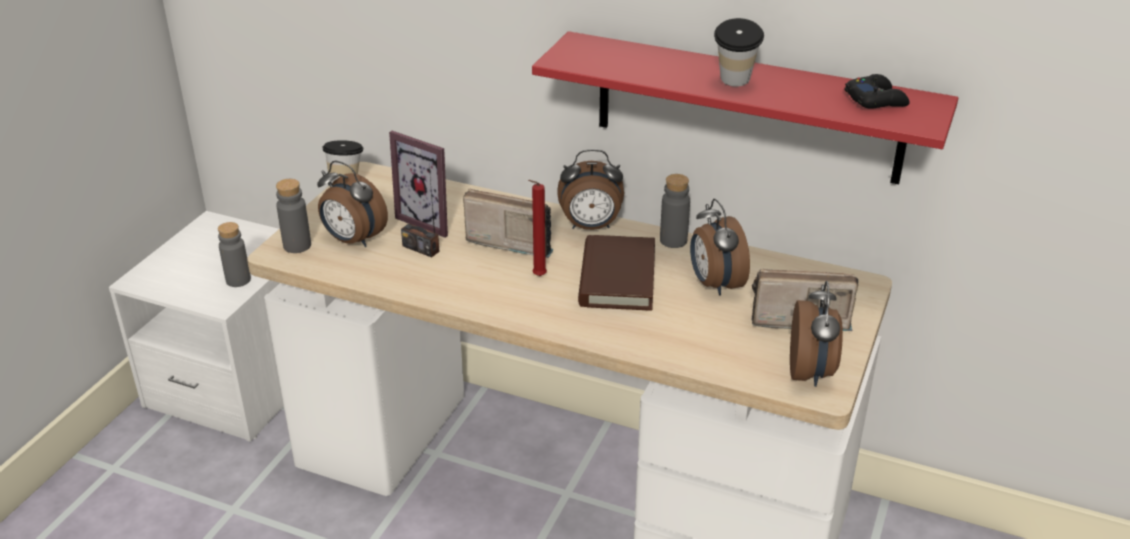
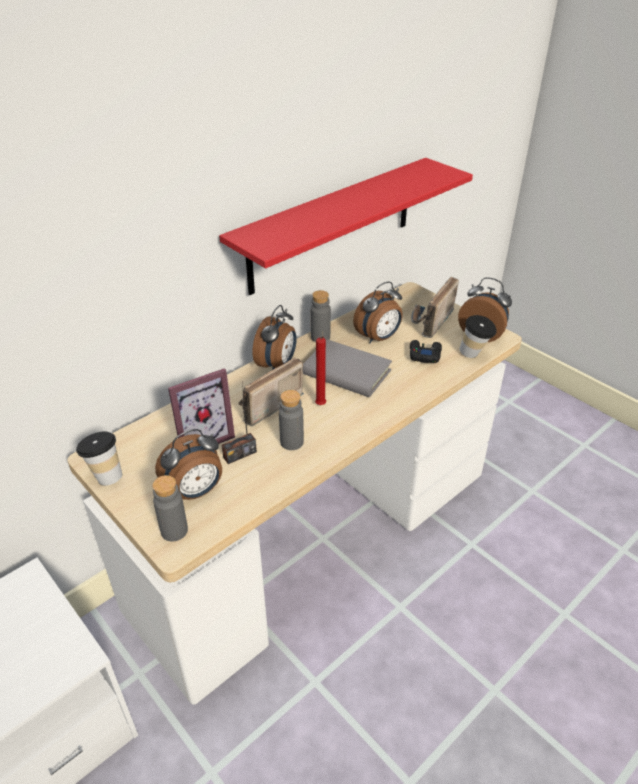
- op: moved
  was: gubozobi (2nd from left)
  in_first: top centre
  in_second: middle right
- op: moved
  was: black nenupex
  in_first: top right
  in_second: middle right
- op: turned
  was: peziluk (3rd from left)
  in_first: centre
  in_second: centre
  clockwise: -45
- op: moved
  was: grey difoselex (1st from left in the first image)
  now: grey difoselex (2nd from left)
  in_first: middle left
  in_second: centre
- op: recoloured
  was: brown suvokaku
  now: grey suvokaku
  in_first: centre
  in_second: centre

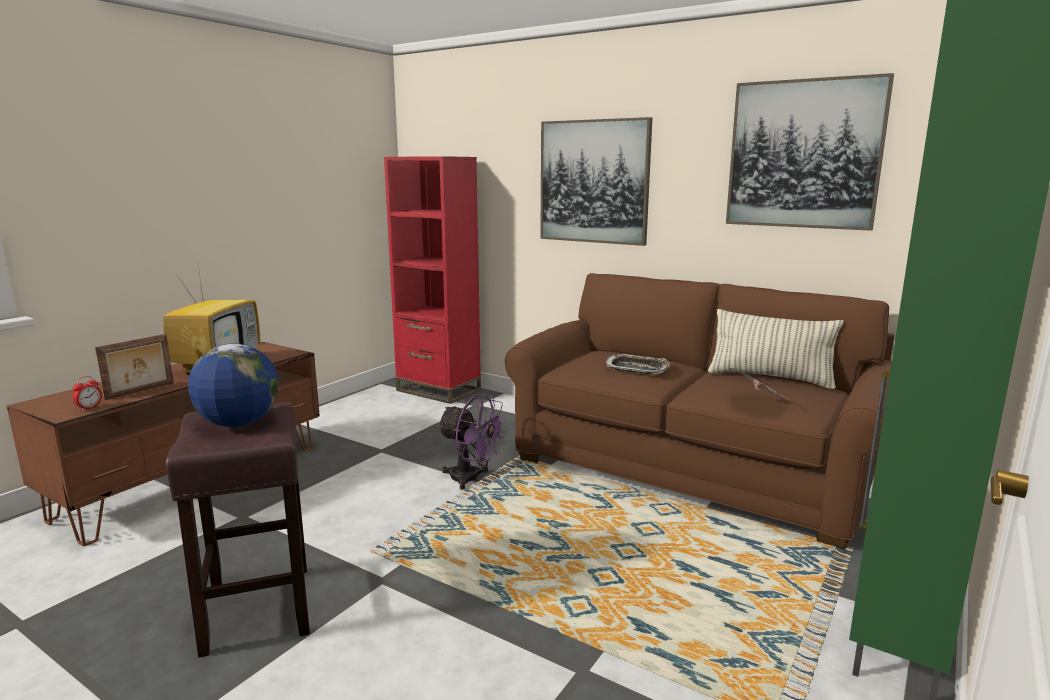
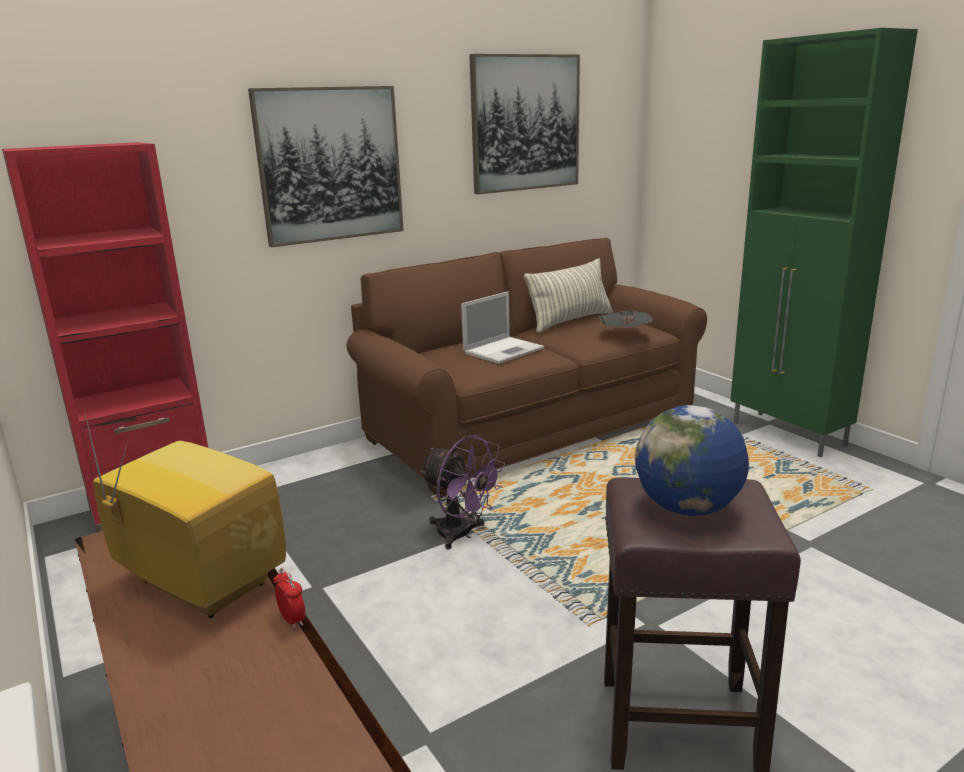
- op: removed
  was: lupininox
  in_first: middle left
- op: replaced
  was: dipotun
  now: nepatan
  in_first: centre
  in_second: centre
- op: moved
  was: peziluk
  in_first: middle left
  in_second: bottom left
- op: turned
  was: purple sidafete
  in_first: centre
  in_second: centre
  clockwise: 75

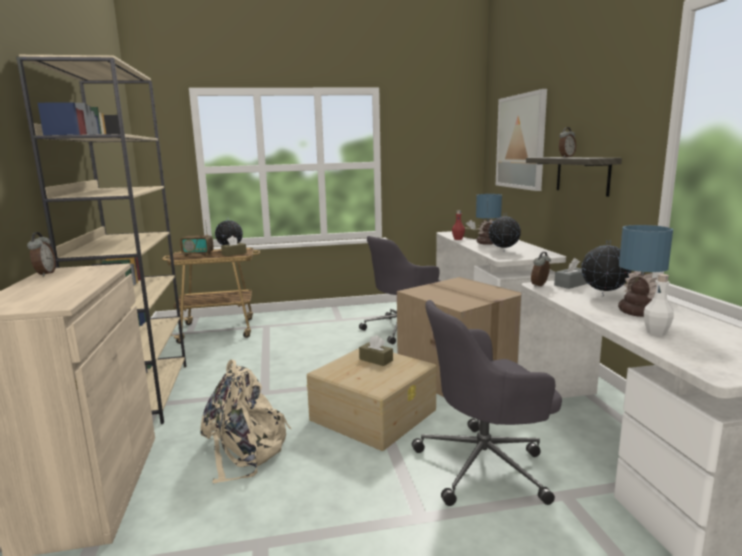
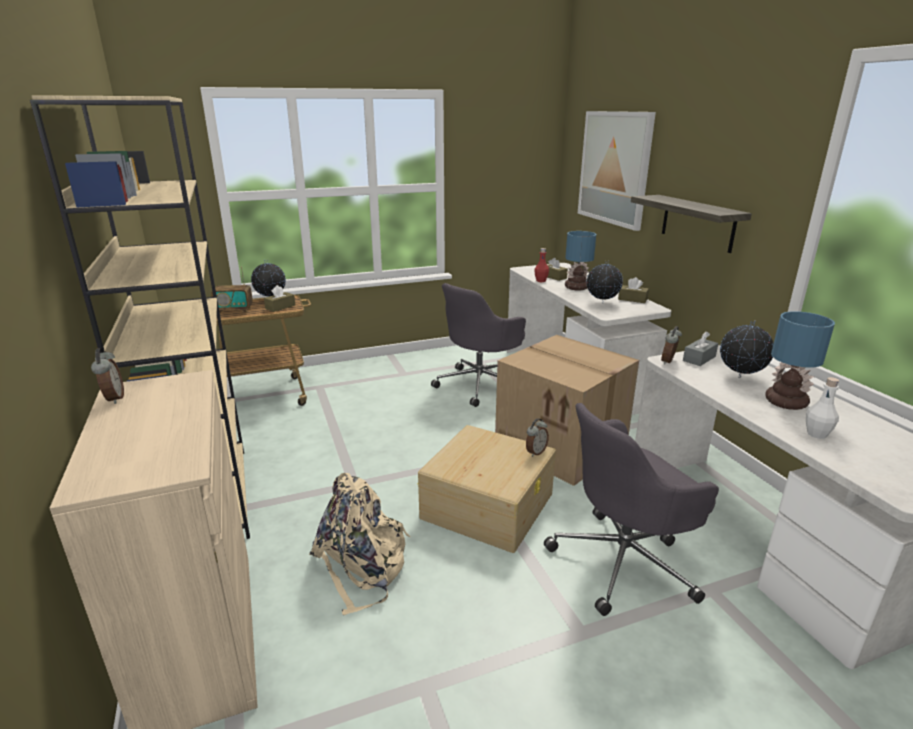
- op: moved
  was: peziluk (3rd from left in the first image)
  now: peziluk (2nd from left)
  in_first: top right
  in_second: centre
- op: moved
  was: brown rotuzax (2nd from left in the first image)
  now: brown rotuzax (3rd from left)
  in_first: centre
  in_second: middle right

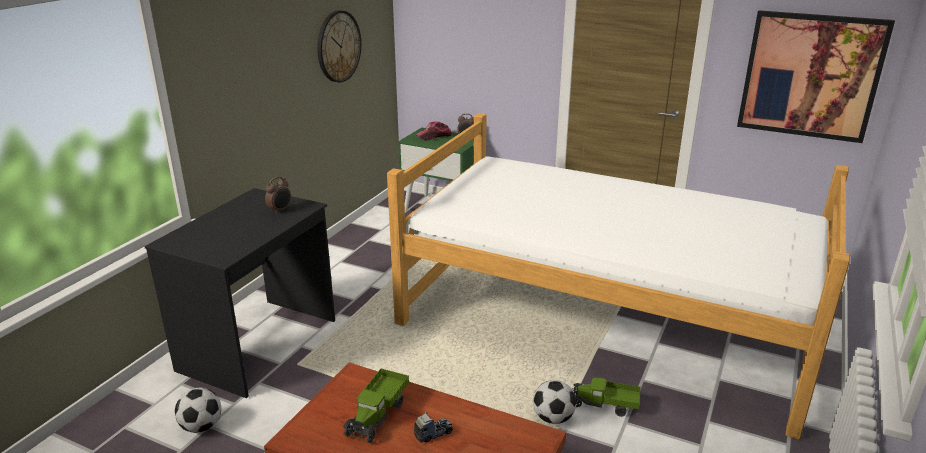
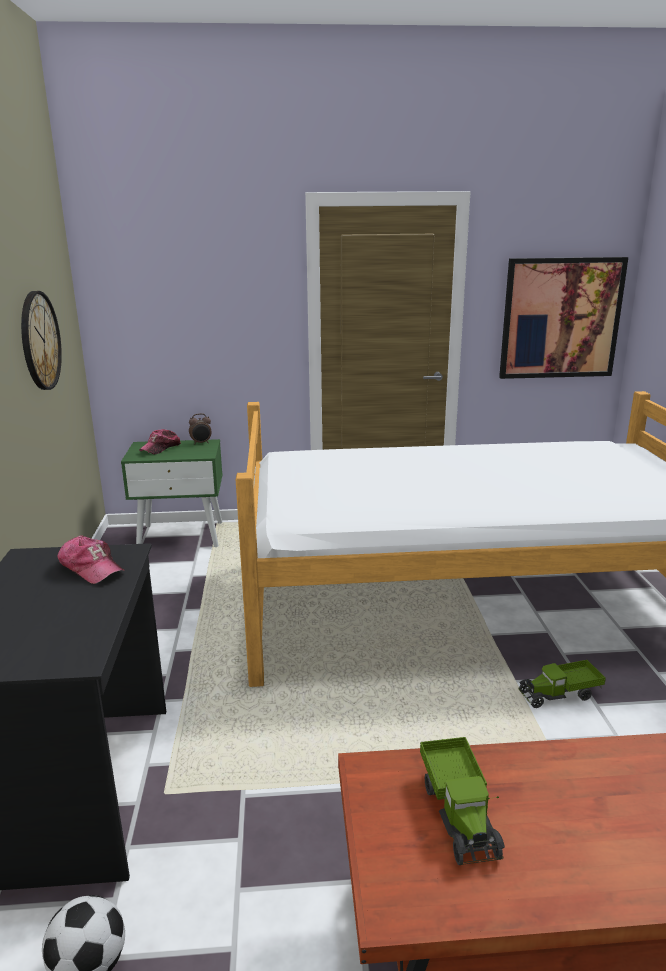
- op: replaced
  was: peziluk (1st from left)
  now: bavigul (1st from left)
  in_first: middle left
  in_second: middle left
- op: removed
  was: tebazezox (2nd from left)
  in_first: bottom centre
- op: removed
  was: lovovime (2nd from left)
  in_first: bottom centre

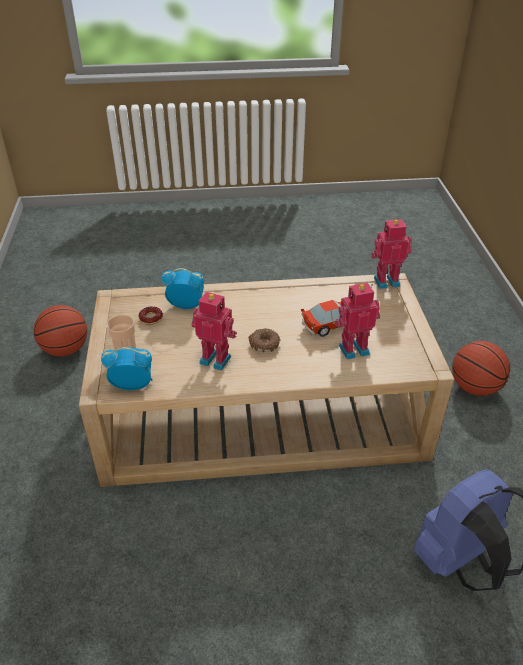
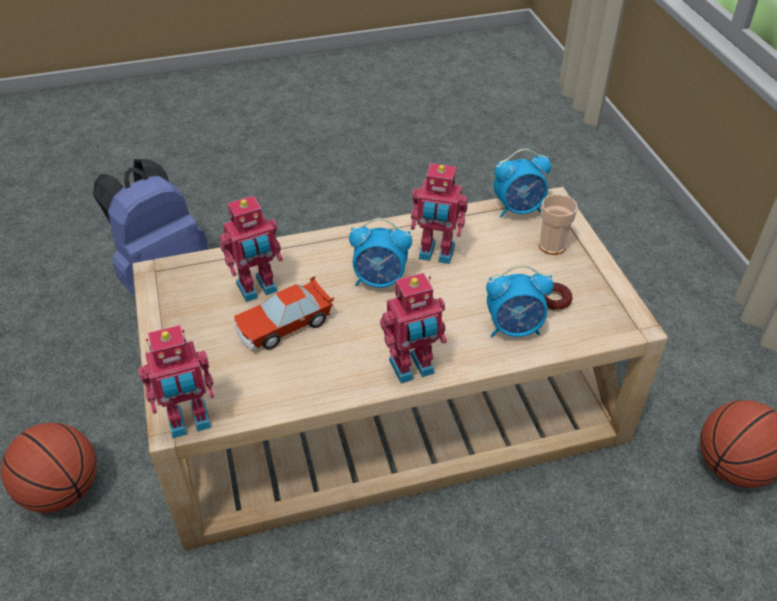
- op: replaced
  was: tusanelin (2nd from left)
  now: peziluk (1st from left)
  in_first: centre
  in_second: centre
- op: added
  now: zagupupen (3rd from left)
  in_second: centre

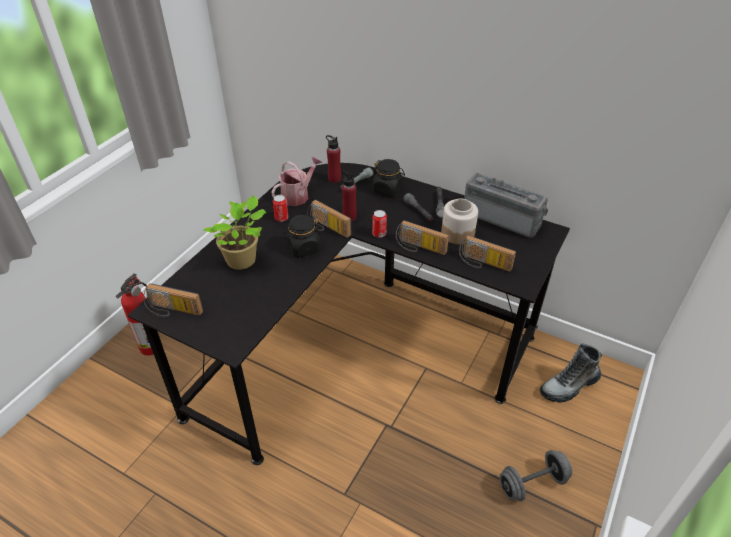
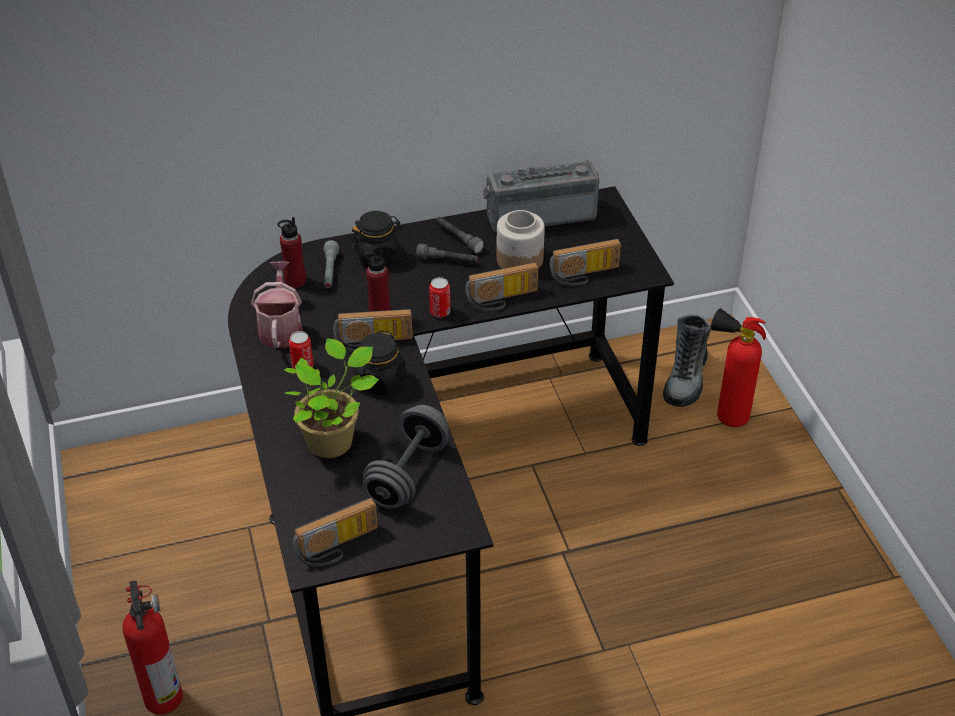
- op: moved
  was: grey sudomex
  in_first: bottom right
  in_second: centre
- op: added
  now: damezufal (2nd from left)
  in_second: middle right

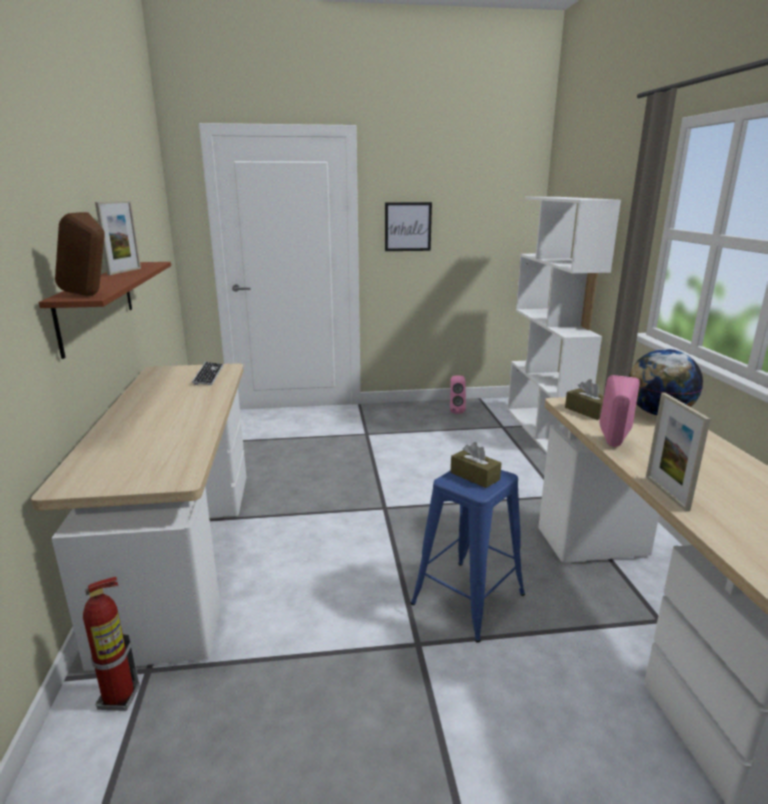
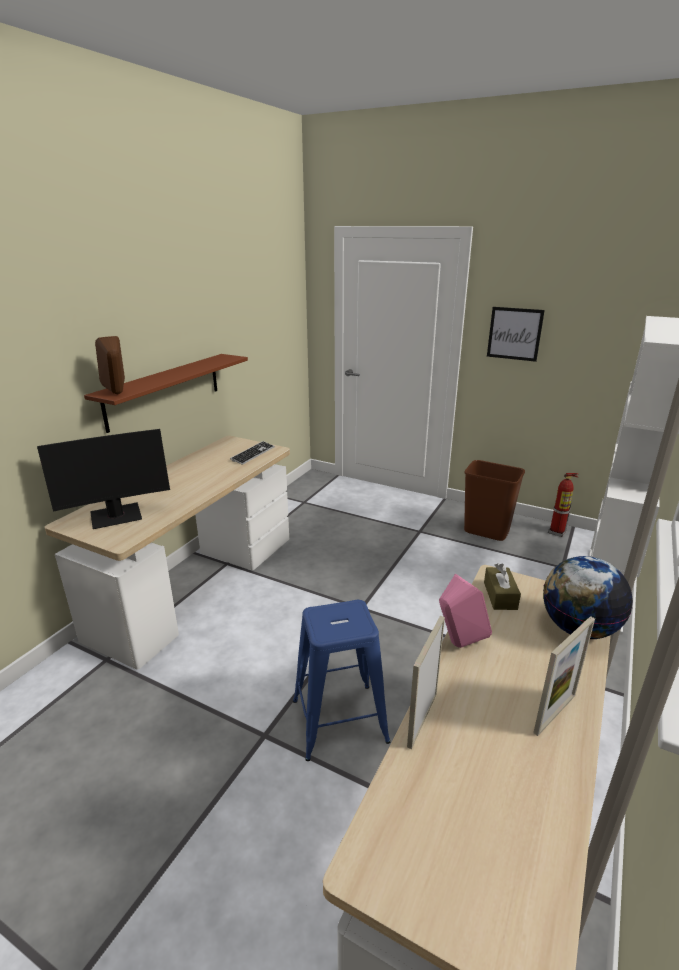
- op: moved
  was: lupininox (1st from left in the first image)
  now: lupininox (2nd from left)
  in_first: top left
  in_second: bottom right
- op: removed
  was: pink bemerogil (1st from left)
  in_first: centre
- op: removed
  was: brown rotuzax (1st from left)
  in_first: centre
- op: moved
  was: damezufal
  in_first: bottom left
  in_second: middle right
- op: added
  now: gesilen
  in_second: middle left
- op: added
  now: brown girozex
  in_second: middle right

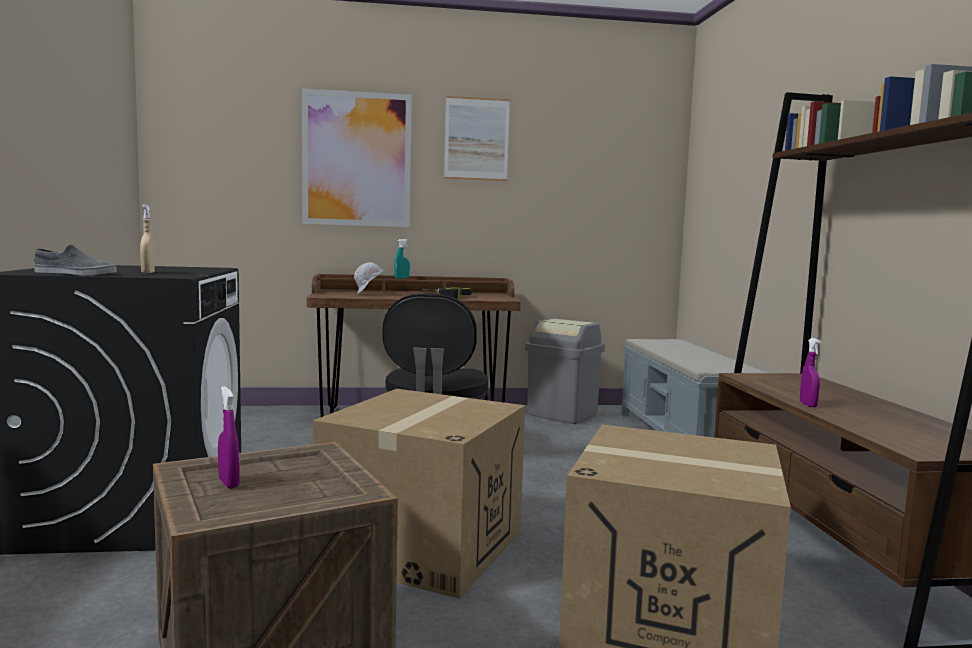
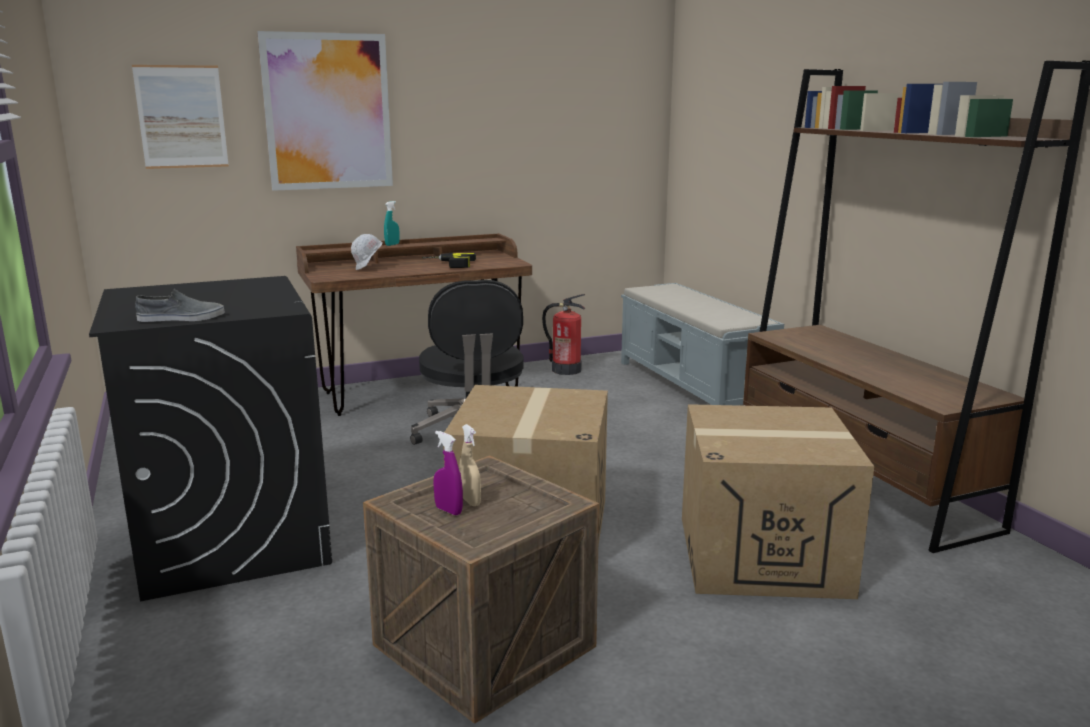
- op: moved
  was: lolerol (2nd from left in the first image)
  now: lolerol (1st from left)
  in_first: top centre
  in_second: top left
- op: moved
  was: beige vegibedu
  in_first: middle left
  in_second: centre
- op: replaced
  was: grey girozex
  now: damezufal
  in_first: centre
  in_second: centre
- op: removed
  was: purple vegibedu (2nd from left)
  in_first: middle right

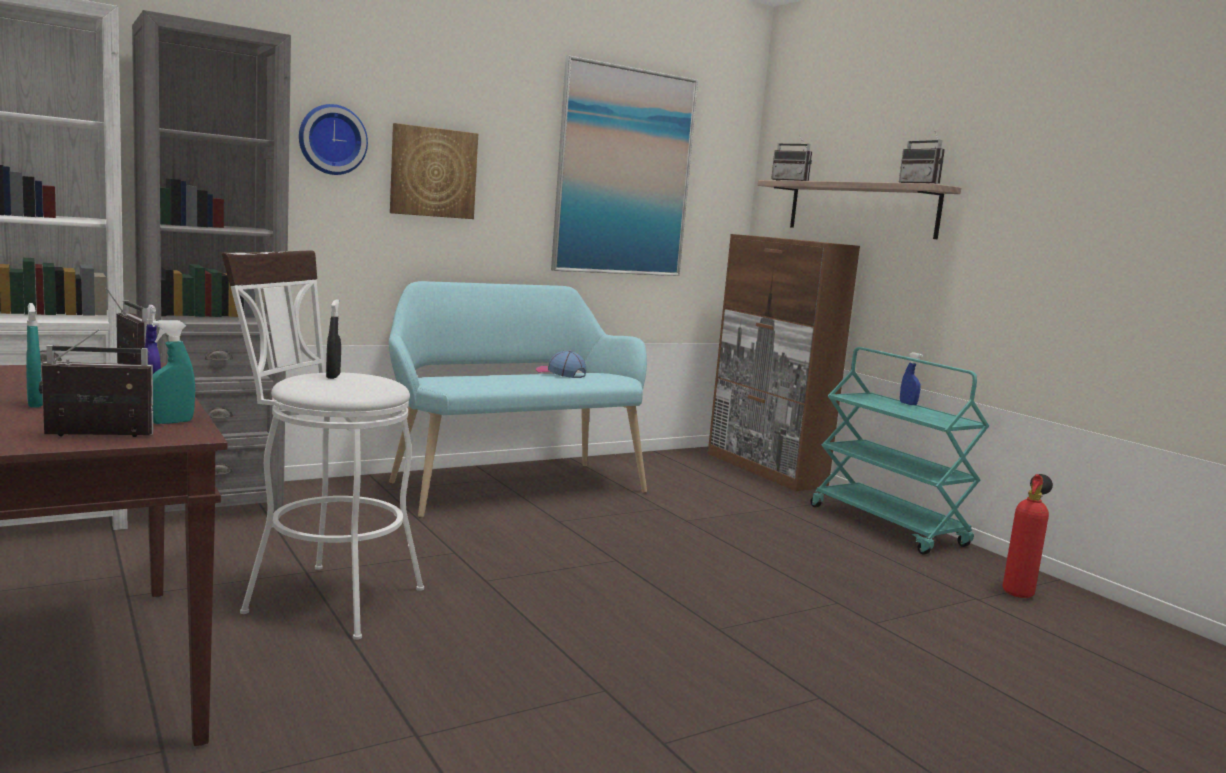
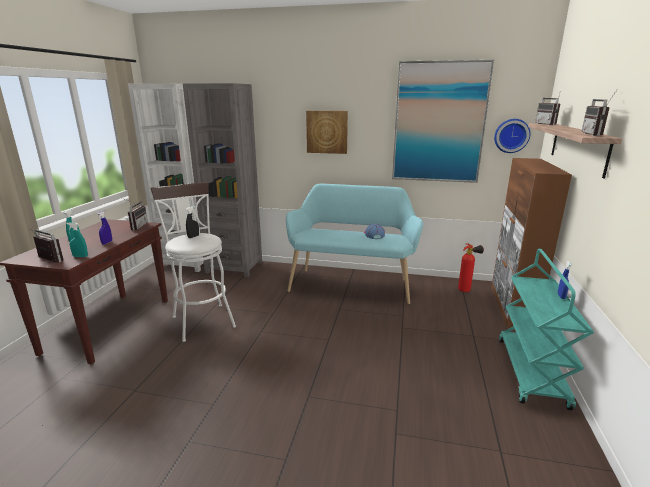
- op: moved
  was: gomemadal
  in_first: top left
  in_second: top right
- op: moved
  was: damezufal
  in_first: bottom right
  in_second: middle right

